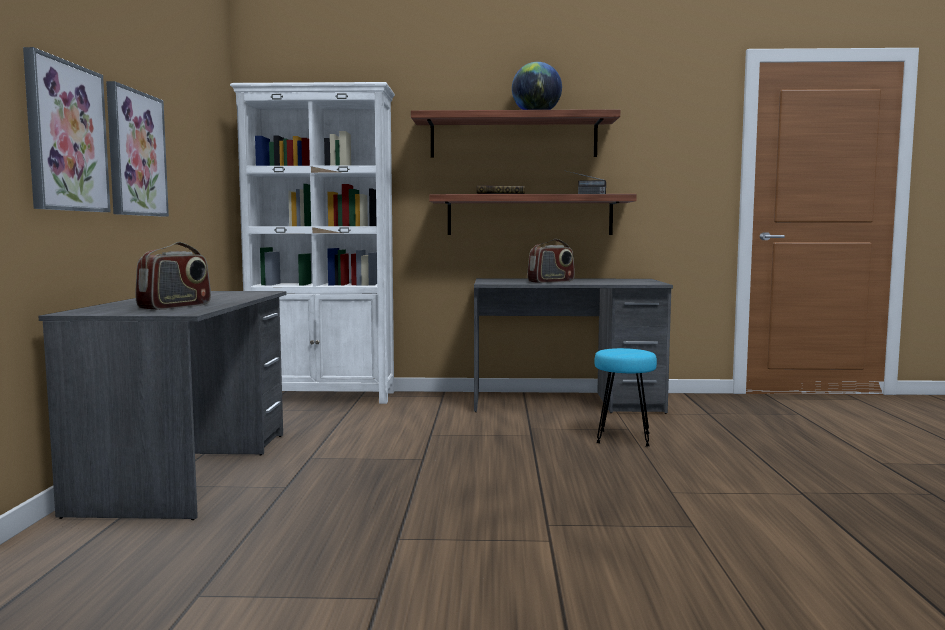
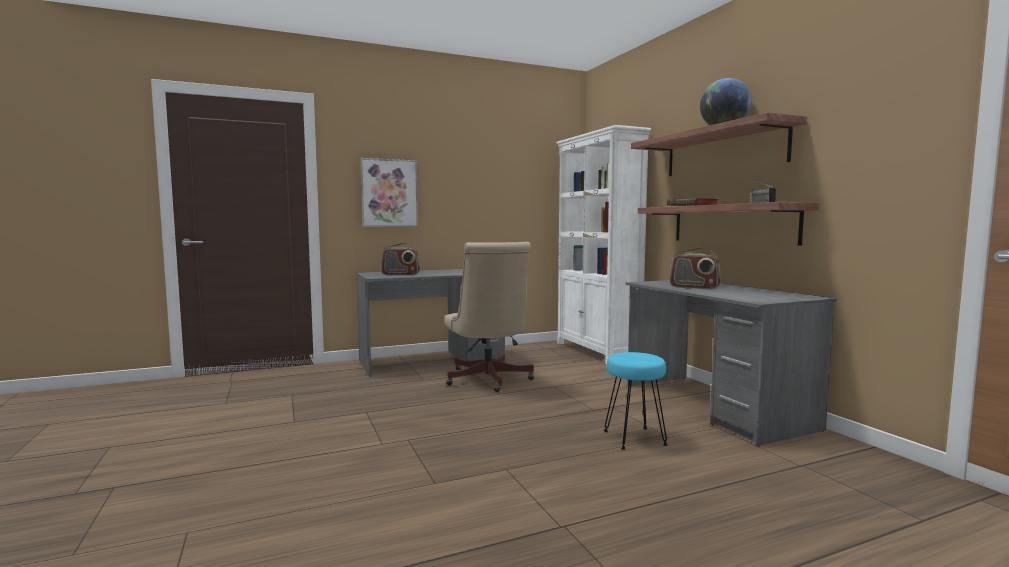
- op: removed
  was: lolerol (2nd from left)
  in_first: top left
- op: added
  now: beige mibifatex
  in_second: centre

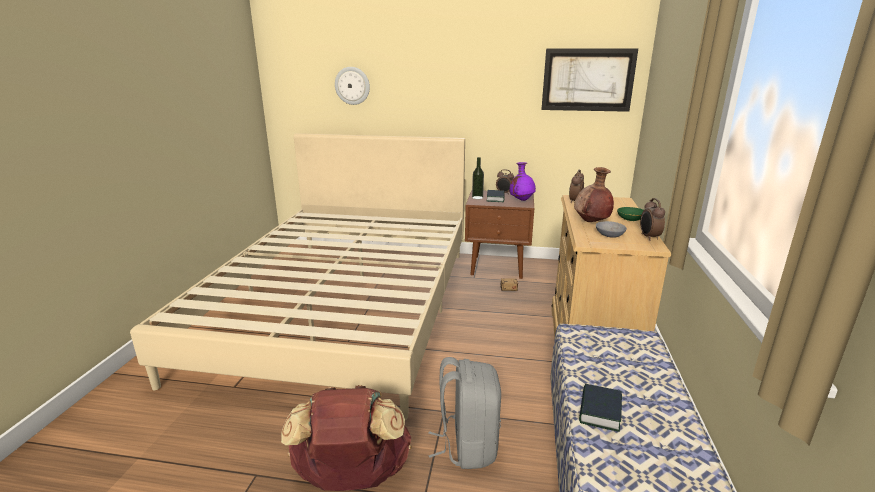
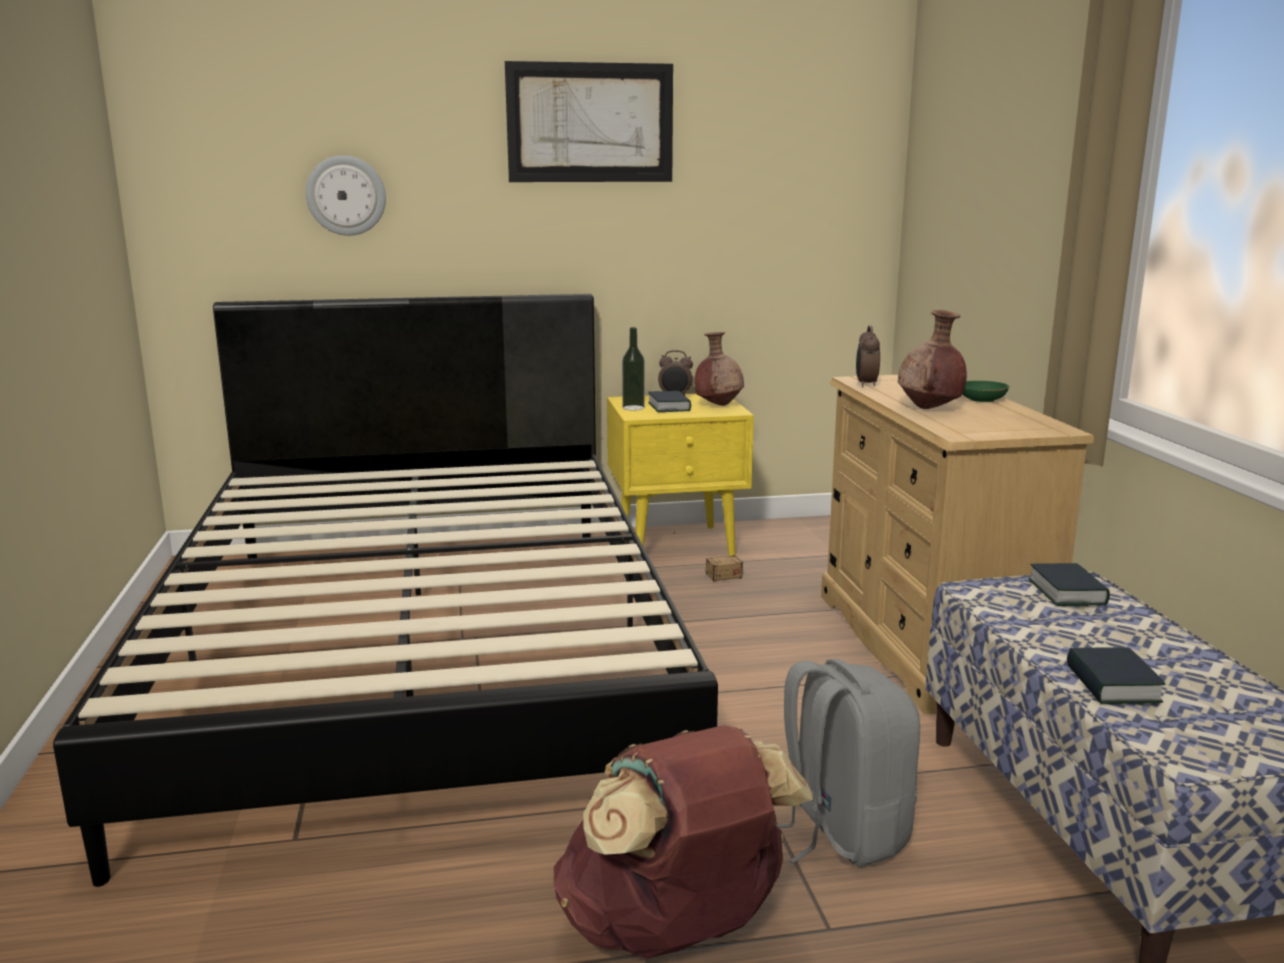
- op: moved
  was: lolerol
  in_first: top right
  in_second: top centre
- op: recoloured
  was: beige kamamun
  now: black kamamun
  in_first: centre
  in_second: middle left
- op: recoloured
  was: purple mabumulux
  now: brown mabumulux (1st from left)
  in_first: centre
  in_second: centre
- op: recoloured
  was: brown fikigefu
  now: yellow fikigefu
  in_first: centre
  in_second: centre
- op: removed
  was: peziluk (3rd from left)
  in_first: middle right
- op: removed
  was: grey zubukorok
  in_first: middle right
- op: added
  now: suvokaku (2nd from left)
  in_second: middle right

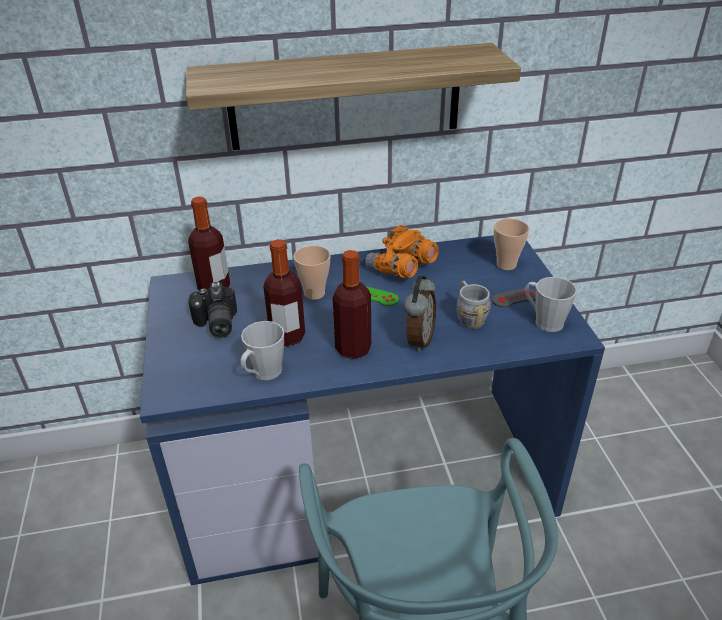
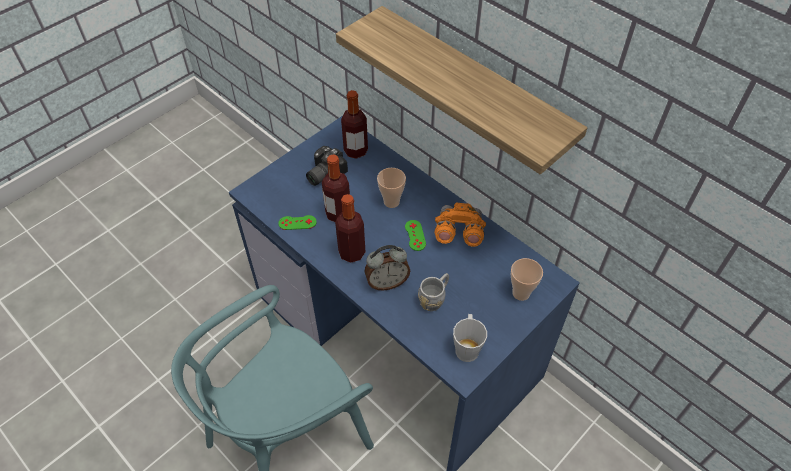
- op: removed
  was: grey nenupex
  in_first: middle right
- op: replaced
  was: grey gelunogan (1st from left)
  now: green nenupex (1st from left)
  in_first: centre
  in_second: centre

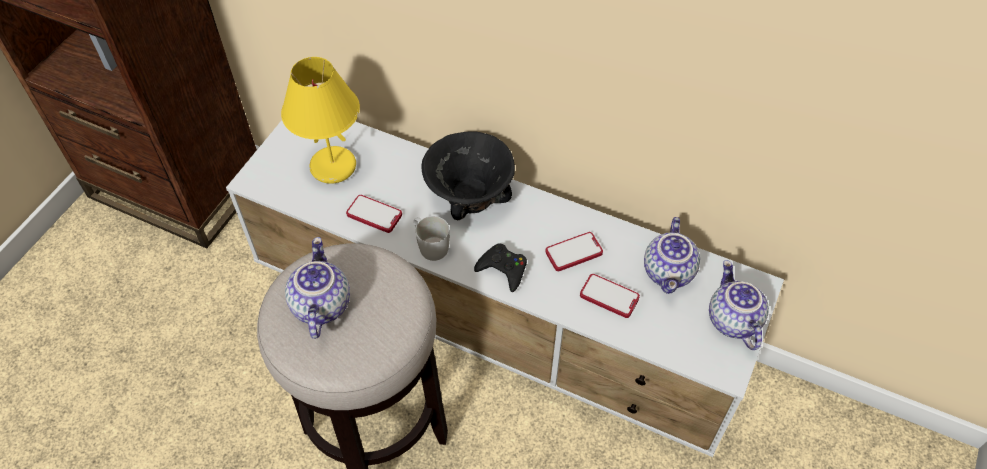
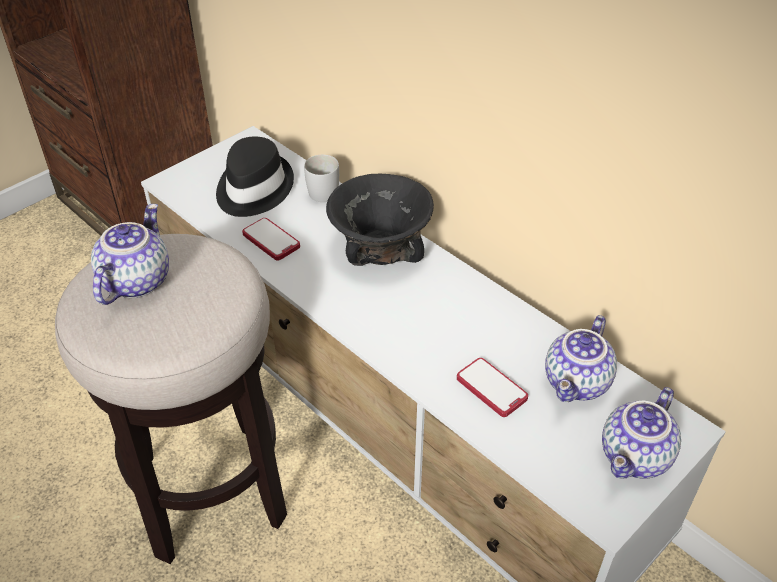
- op: replaced
  was: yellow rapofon
  now: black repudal
  in_first: top left
  in_second: top left
- op: moved
  was: white gelunogan
  in_first: centre
  in_second: top centre
- op: removed
  was: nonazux (2nd from left)
  in_first: centre
- op: removed
  was: black nenupex
  in_first: centre
- op: turned
  was: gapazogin (3rd from left)
  in_first: middle right
  in_second: bottom right
  clockwise: -150

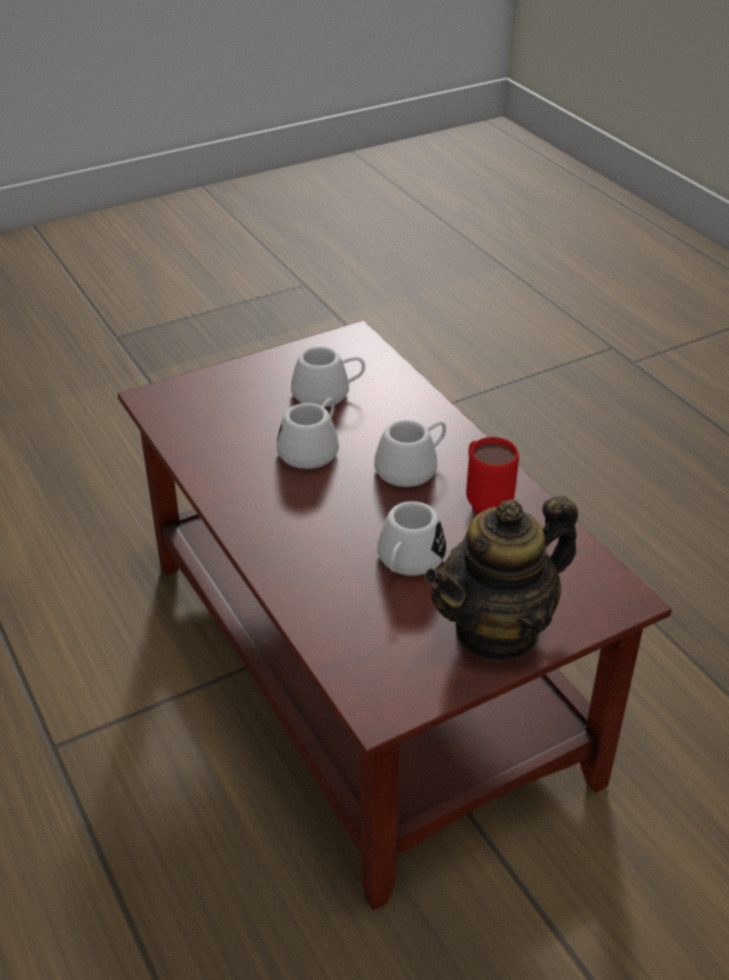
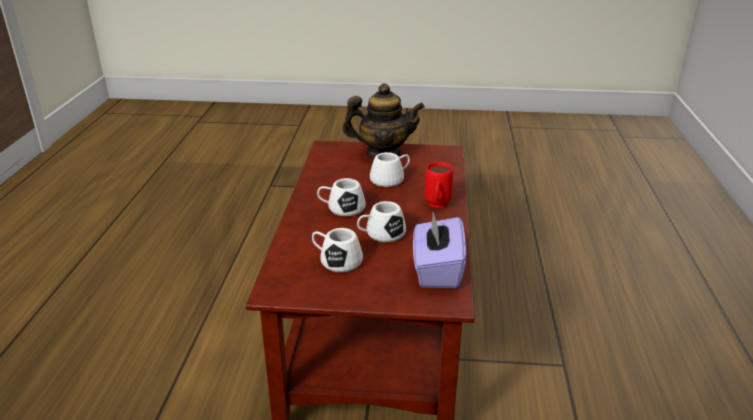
- op: moved
  was: red gelunogan
  in_first: middle right
  in_second: centre
- op: added
  now: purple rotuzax
  in_second: centre

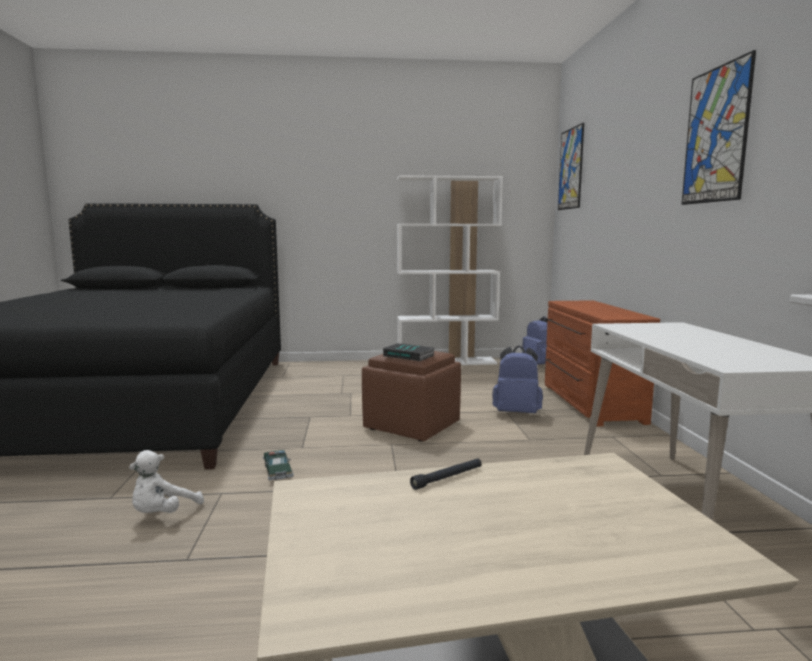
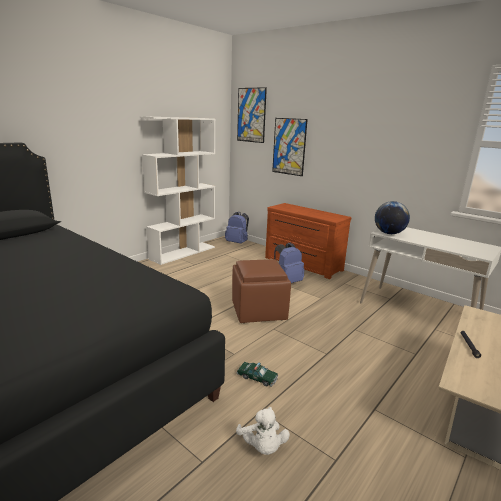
- op: moved
  was: lolerol (2nd from left)
  in_first: top right
  in_second: top centre
- op: removed
  was: suvokaku
  in_first: centre
- op: added
  now: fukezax
  in_second: middle right

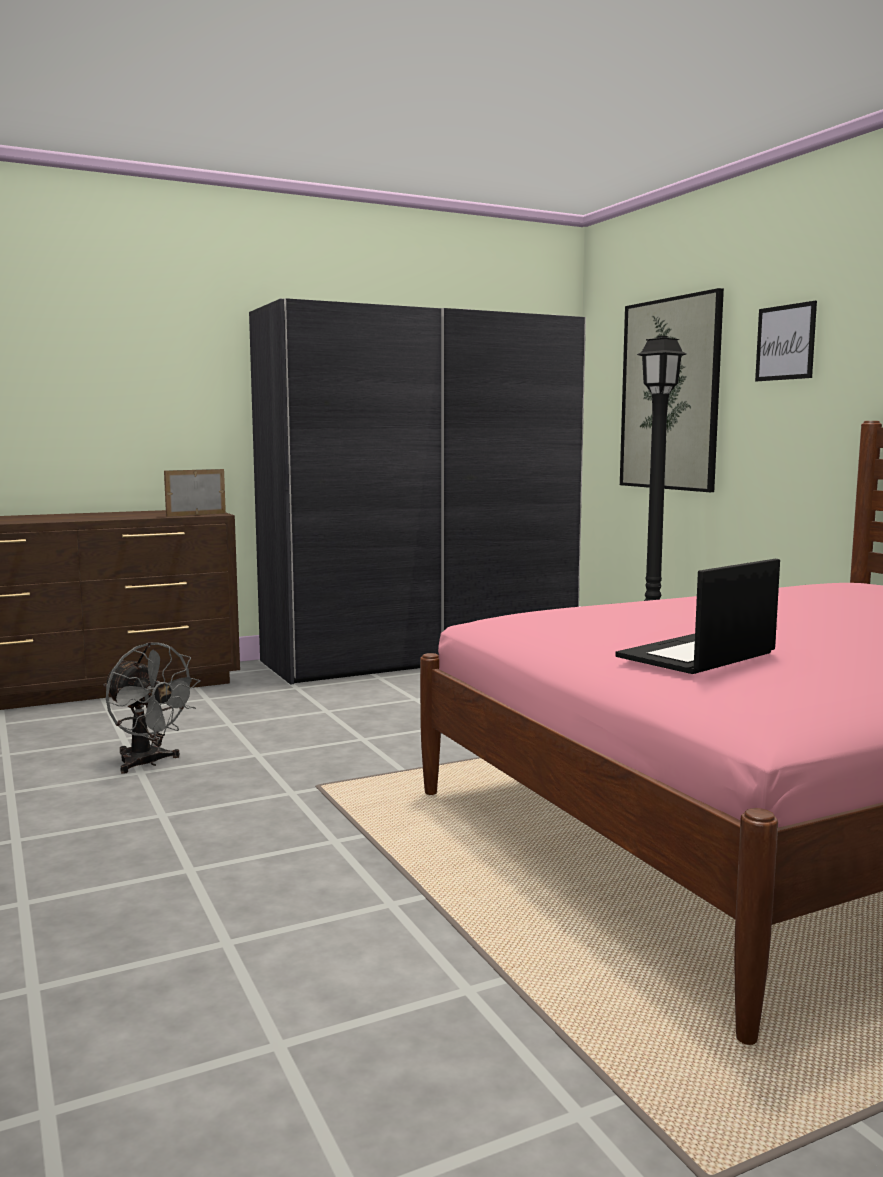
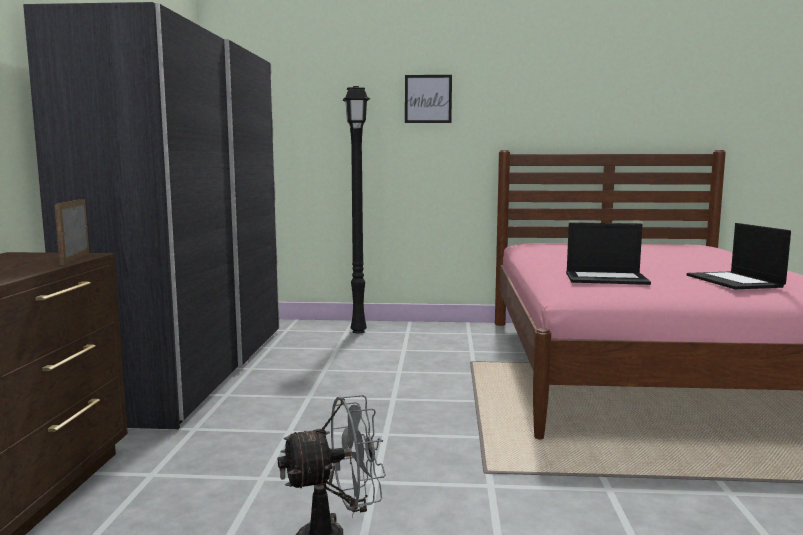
- op: removed
  was: lolerol (1st from left)
  in_first: top right
- op: added
  now: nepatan (1st from left)
  in_second: middle right

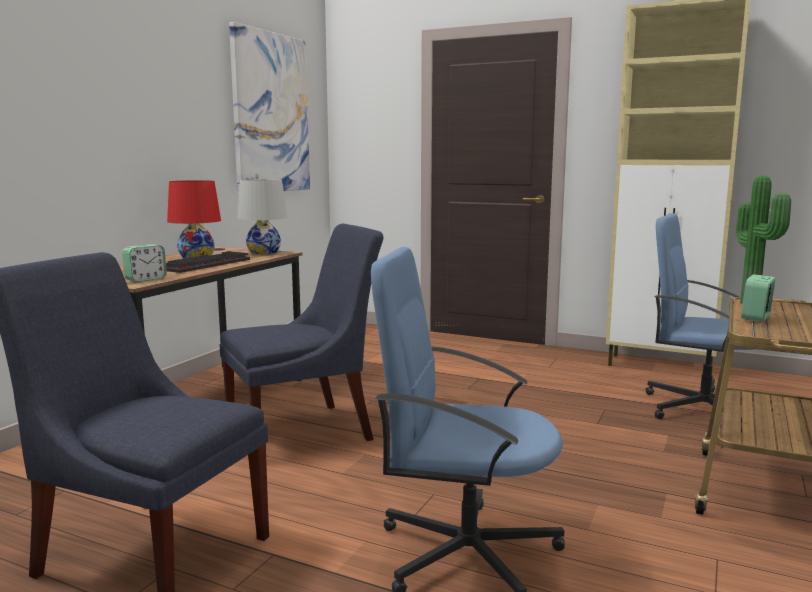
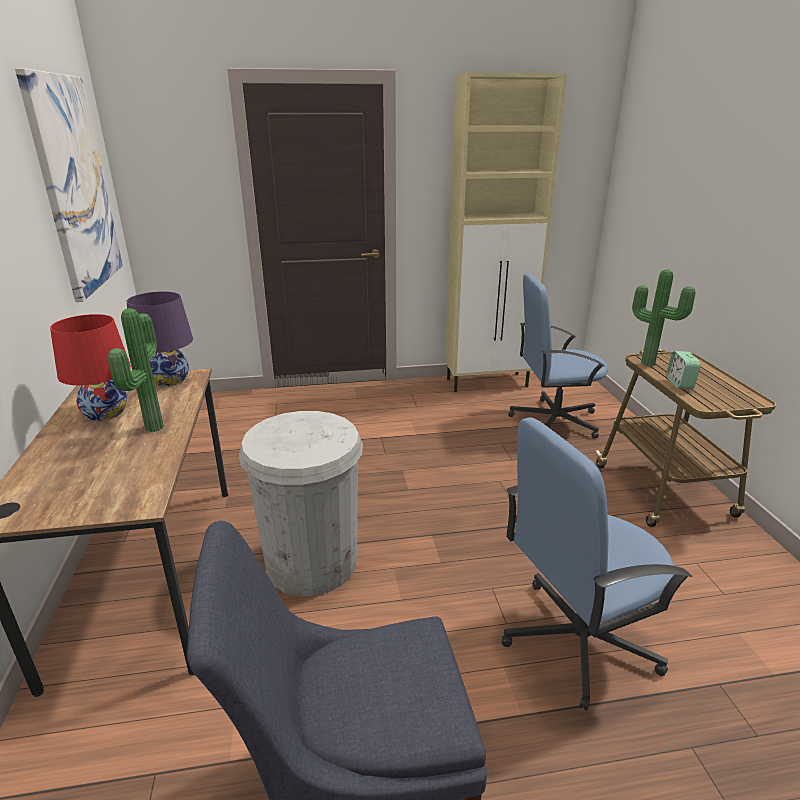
- op: recoloured
  was: white rapofon
  now: purple rapofon
  in_first: middle left
  in_second: middle left
- op: replaced
  was: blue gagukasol (2nd from left)
  now: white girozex
  in_first: centre
  in_second: centre
- op: removed
  was: peziluk (1st from left)
  in_first: middle left
- op: replaced
  was: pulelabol
  now: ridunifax (1st from left)
  in_first: middle left
  in_second: middle left

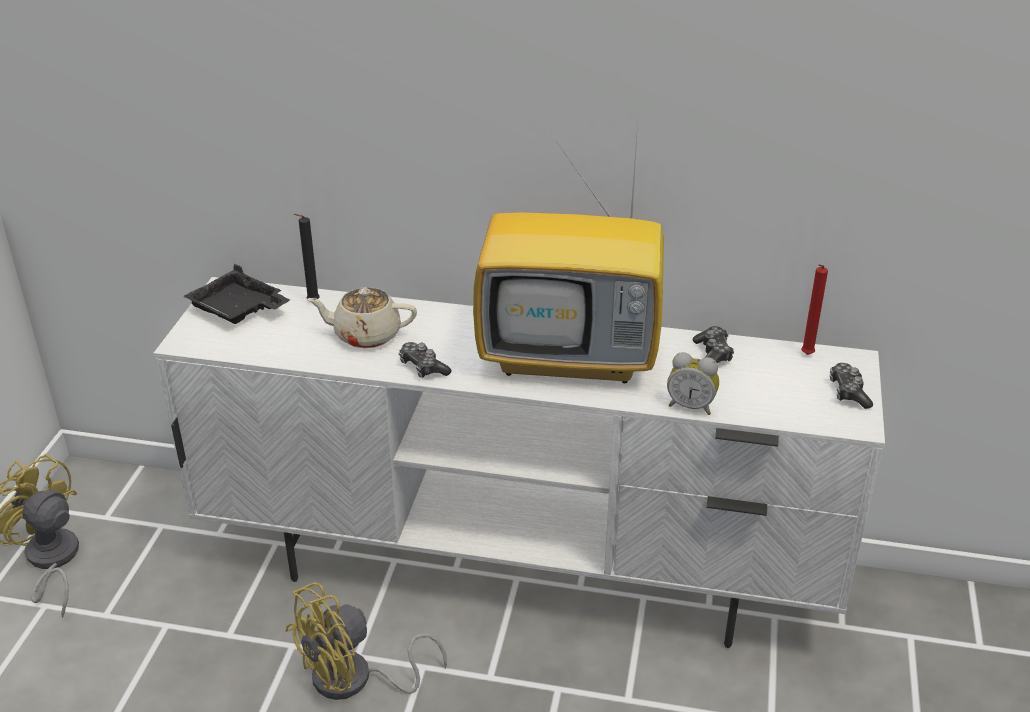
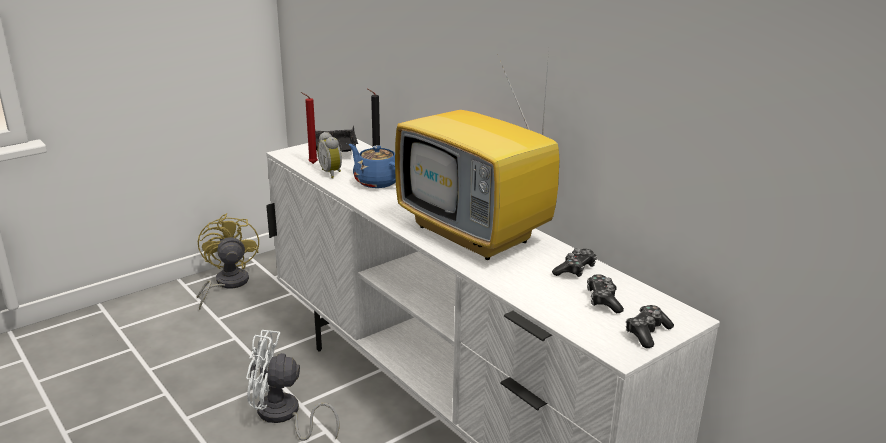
- op: moved
  was: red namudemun
  in_first: middle right
  in_second: top centre
- op: recoloured
  was: beige gapazogin
  now: blue gapazogin
  in_first: centre
  in_second: centre
- op: moved
  was: nenupex (1st from left in the first image)
  now: nenupex (2nd from left)
  in_first: centre
  in_second: middle right
- op: moved
  was: peziluk
  in_first: middle right
  in_second: centre
- op: recoloured
  was: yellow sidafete (2nd from left)
  now: white sidafete
  in_first: bottom centre
  in_second: bottom left

